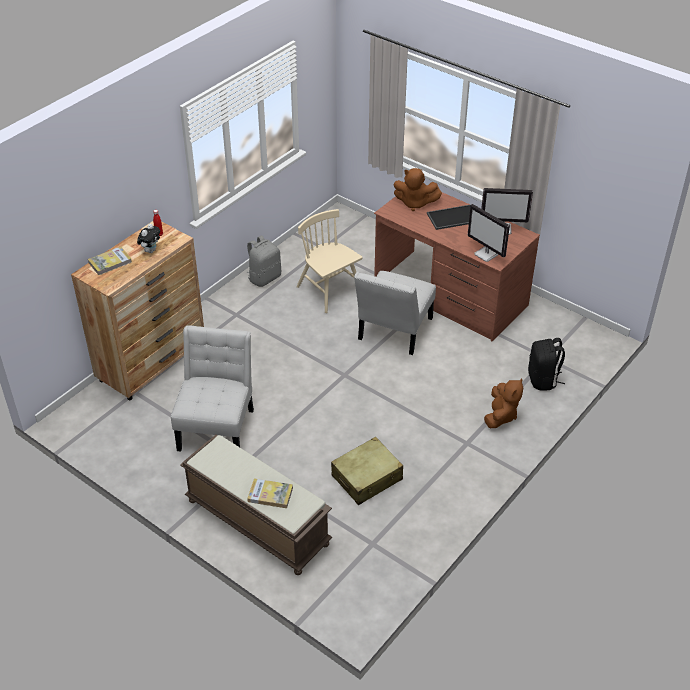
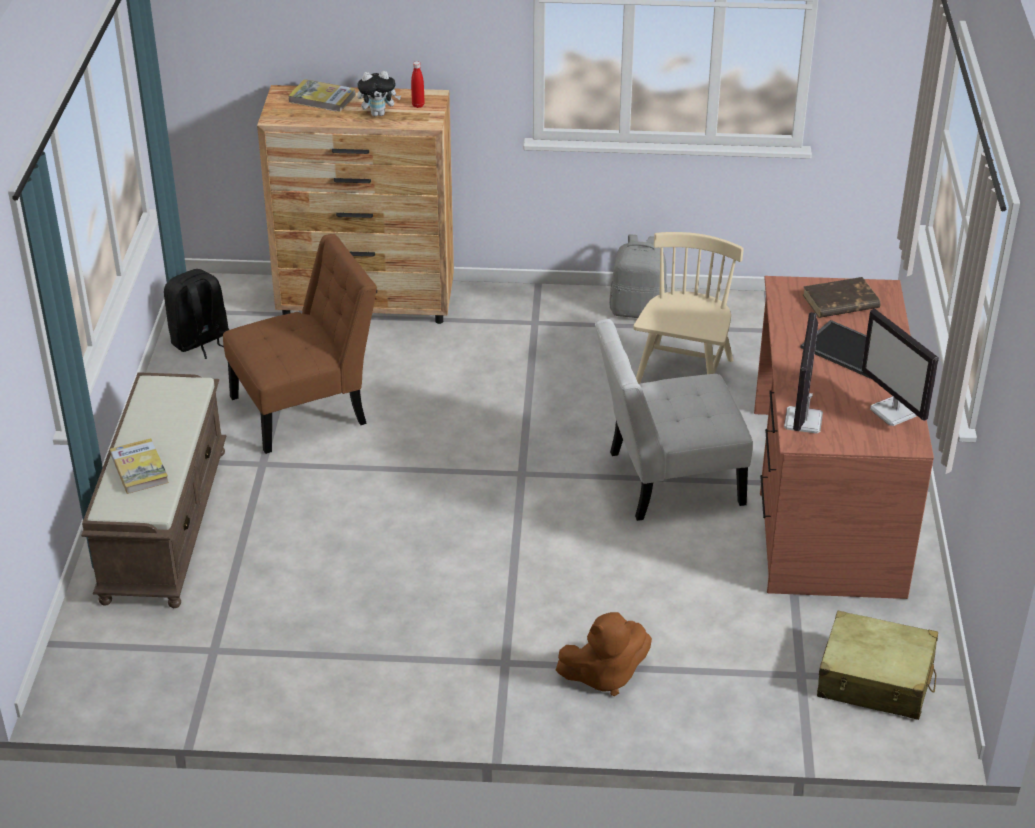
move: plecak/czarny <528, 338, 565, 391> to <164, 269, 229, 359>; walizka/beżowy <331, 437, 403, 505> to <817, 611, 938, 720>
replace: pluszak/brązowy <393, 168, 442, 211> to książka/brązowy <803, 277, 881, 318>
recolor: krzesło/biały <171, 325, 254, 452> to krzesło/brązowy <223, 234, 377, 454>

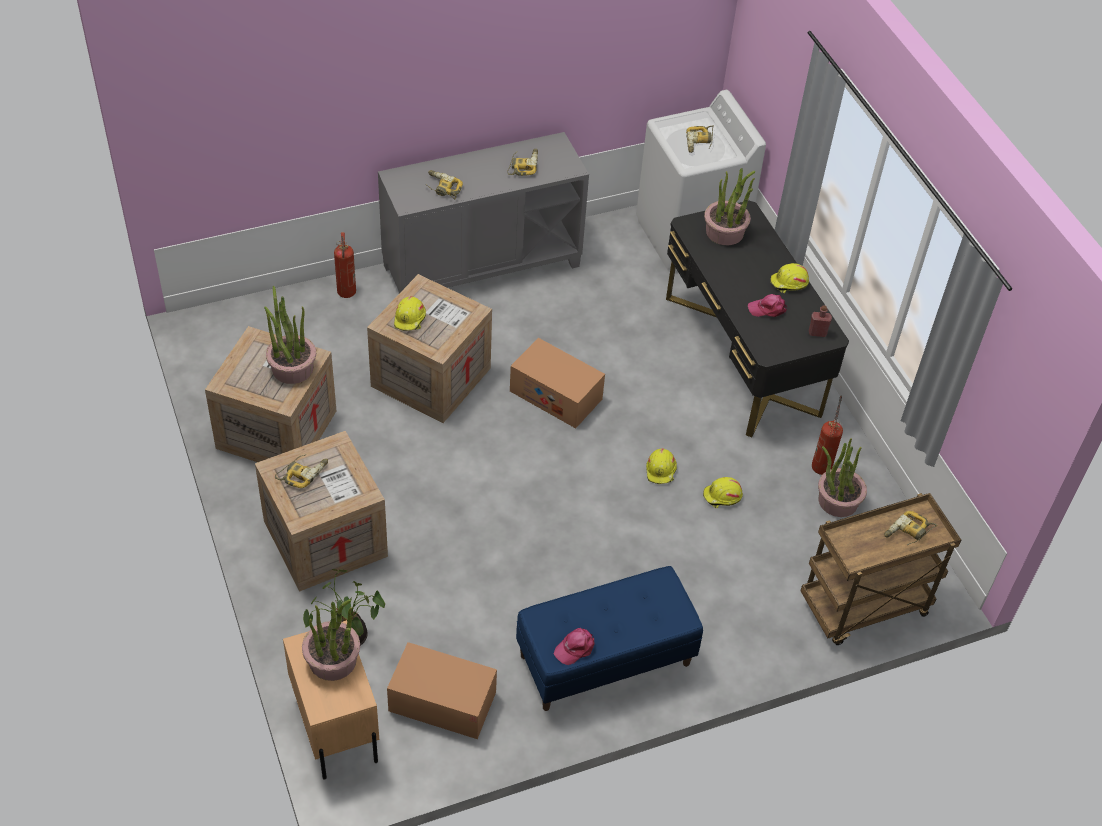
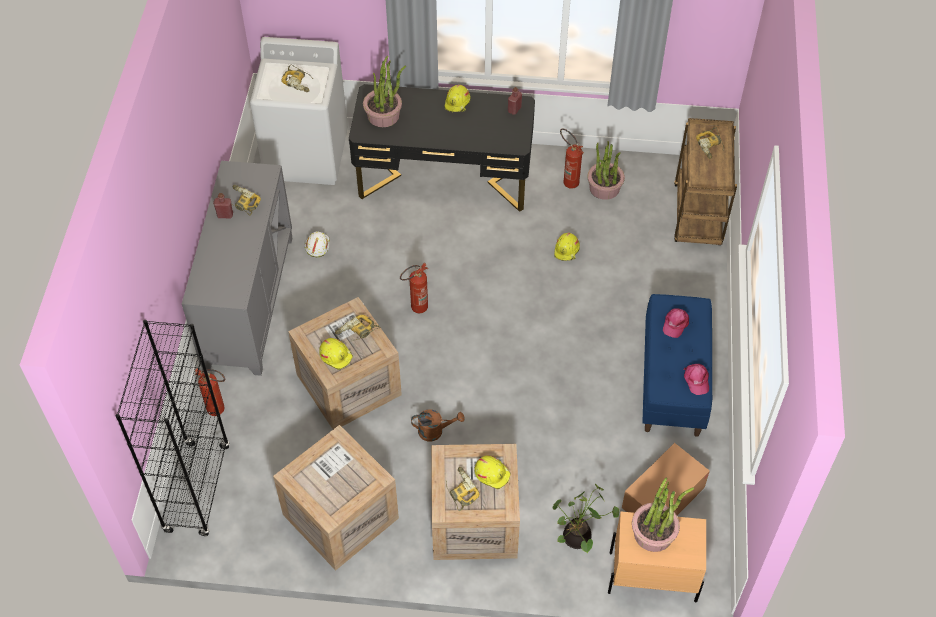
delete: roślina doniczkowa <264, 286, 316, 384>
insert: regał/czarny <116, 320, 230, 536>; butelka/czerwony <213, 193, 233, 218>; kask/biały <305, 232, 329, 257>; konewka/brązowy <411, 410, 465, 441>
move: wiertarka <425, 170, 463, 199> to <335, 314, 381, 342>; kask/żółty <646, 448, 677, 484> to <474, 456, 511, 489>; czapka z daszkiem/różowy <748, 294, 787, 317> to <663, 308, 689, 338>
replace: karton <510, 338, 605, 428> to gaśnica <400, 263, 428, 313>

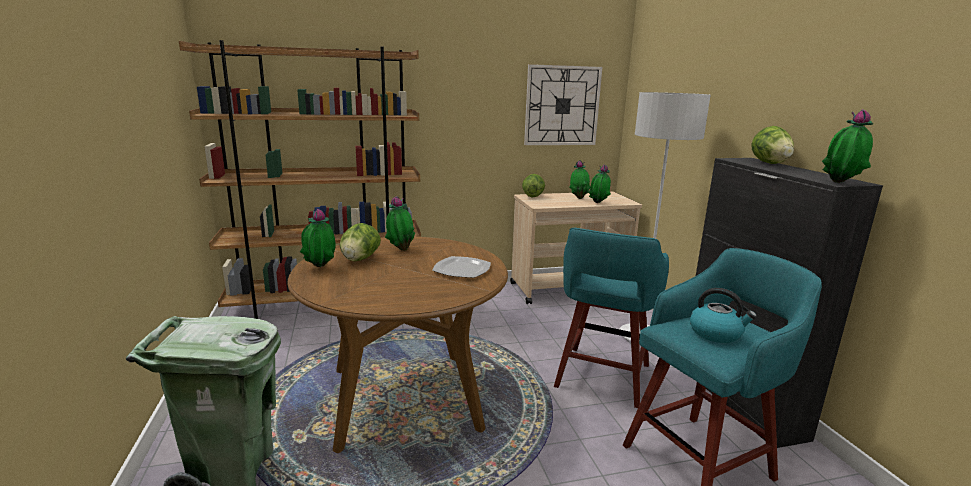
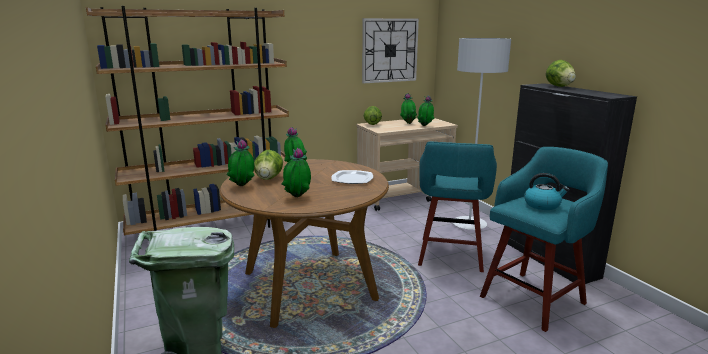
move: roślina doniczkowa <822, 109, 873, 183> to <282, 148, 311, 197>

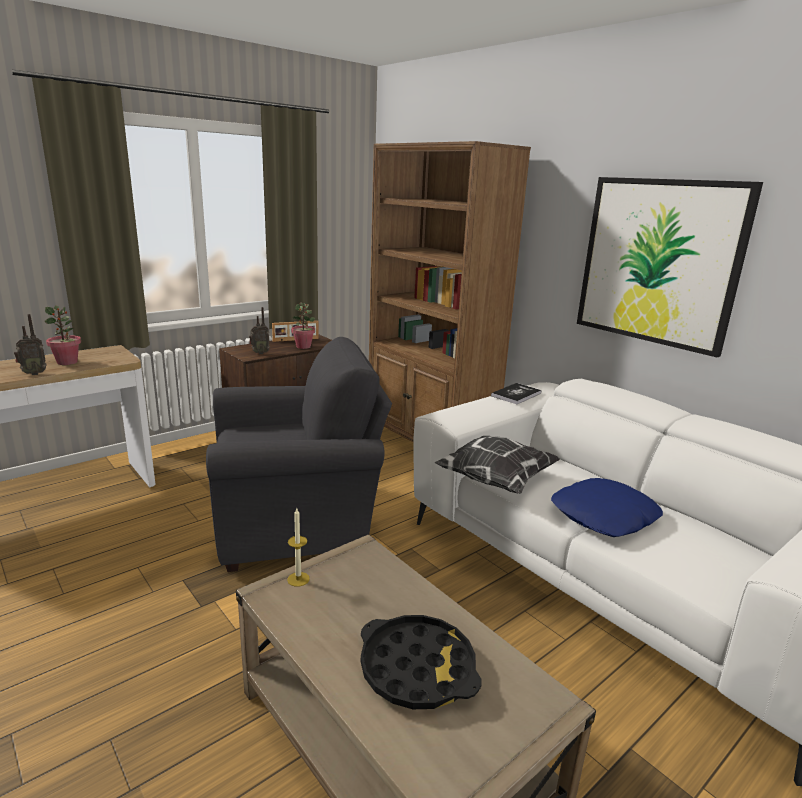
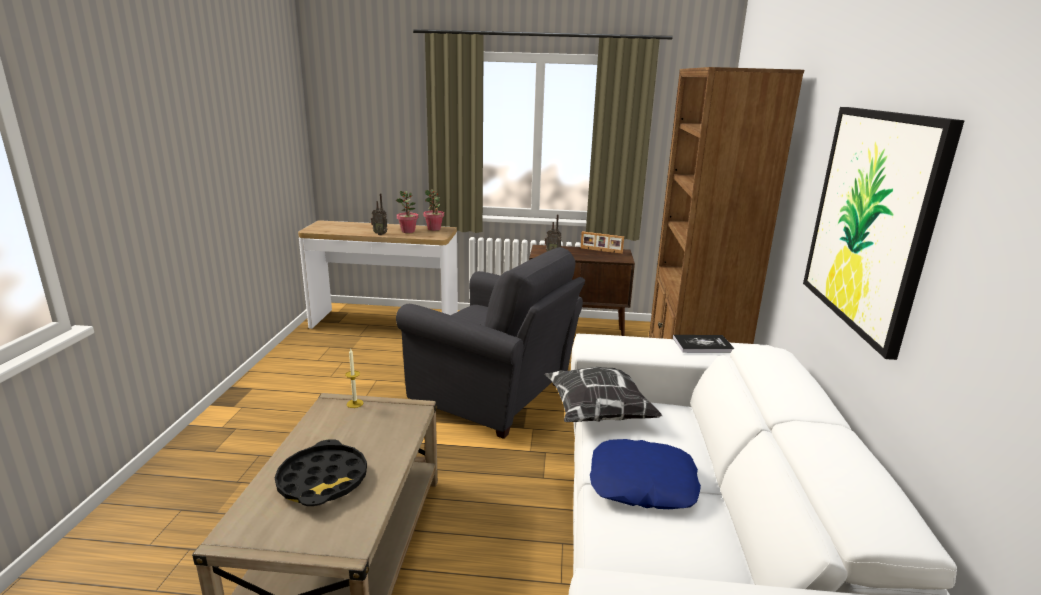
move: roślina doniczkowa <291, 303, 315, 349> to <423, 189, 444, 231>

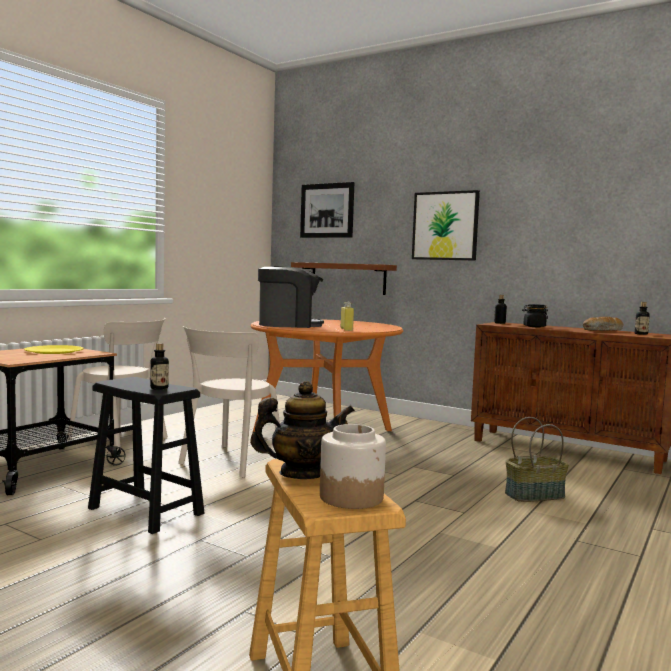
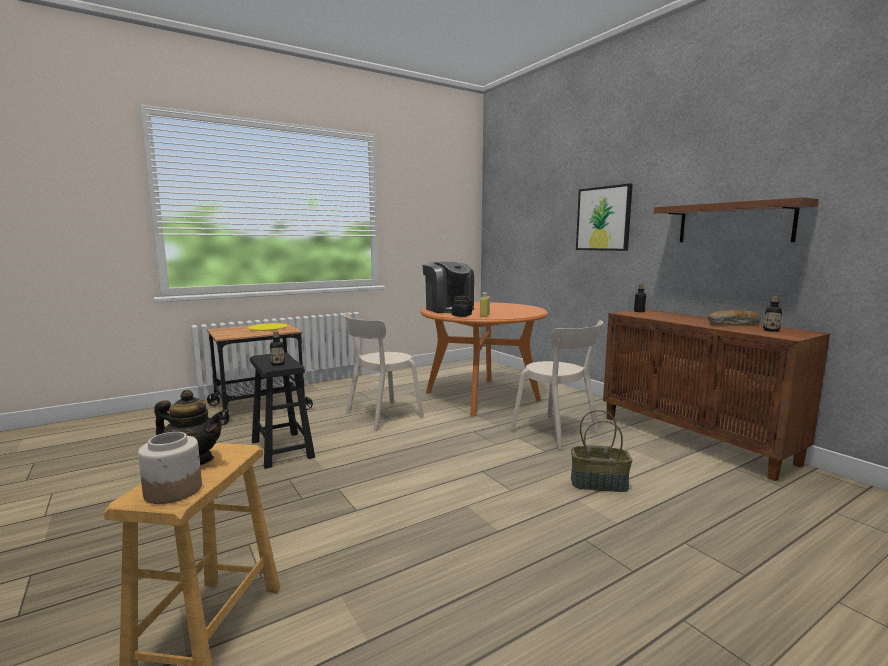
delete: obraz <300, 182, 355, 238>
move: słoik/czarny <522, 304, 548, 327> to <451, 296, 472, 317>; krzesło/beżowy <67, 318, 168, 451> to <511, 320, 603, 449>; półka <291, 262, 397, 295> to <654, 197, 819, 242>
rotate: ekspres do kawy <258, 266, 324, 328> = <423, 262, 474, 313> 45 degrees clockwise

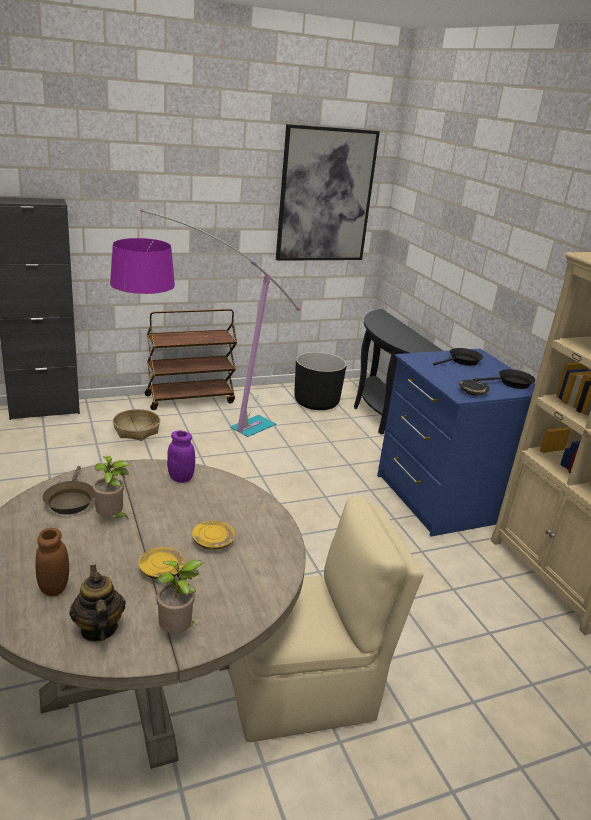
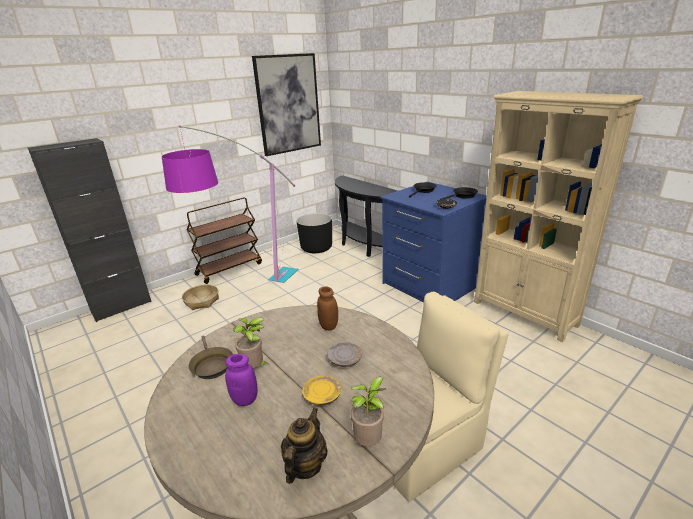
move: słoik/fioletowy <167, 430, 195, 483> to <225, 354, 258, 406>; słoik/brązowy <35, 528, 69, 596> to <317, 286, 338, 330>
recolor: talerz/żółty <192, 521, 235, 550> to talerz/szary <327, 342, 362, 367>
rotate: imbryk <69, 565, 126, 642> = <281, 407, 328, 484> 60 degrees clockwise

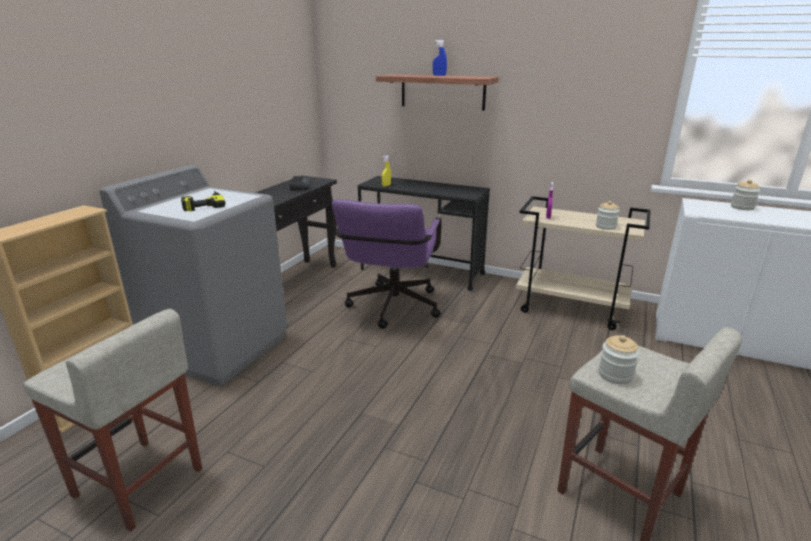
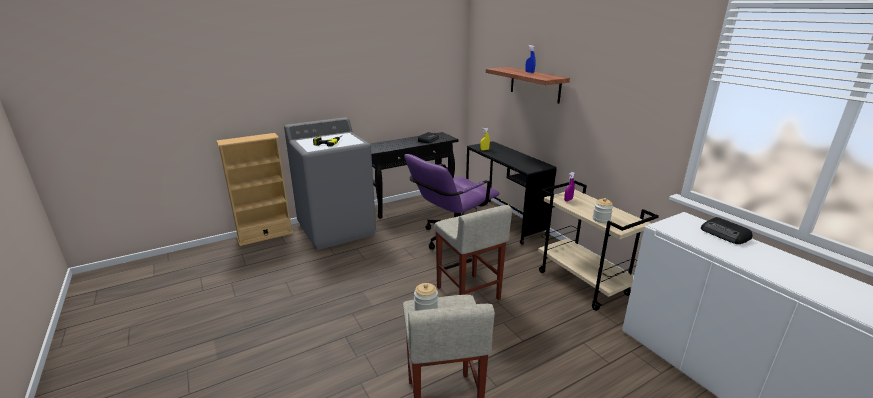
move: stołek/beżowy <23, 309, 202, 532> to <434, 205, 512, 300>
replace: słoik <731, 179, 760, 210> to radio <701, 217, 753, 244>

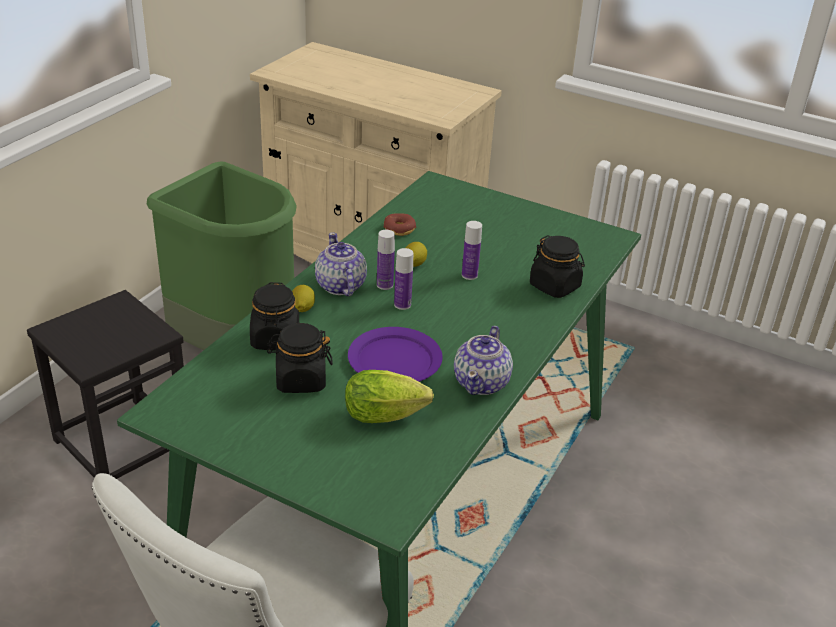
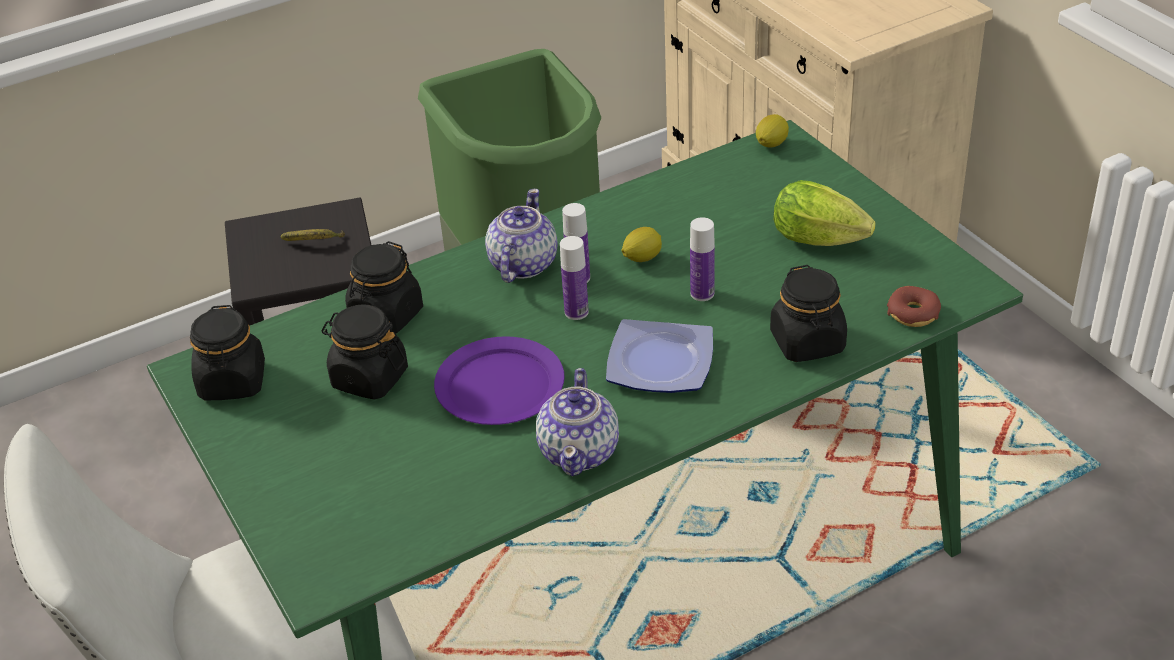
insert: słoik/czarny <190, 305, 265, 400>; banan <281, 229, 345, 241>; talerz <606, 319, 713, 393>
move: cytryna <292, 285, 315, 312> to <756, 114, 789, 148>; sałata <345, 370, 434, 423> to <773, 180, 875, 246>; donut <384, 213, 416, 236> to <887, 286, 941, 327>
rotate: imbryk <454, 326, 513, 395> = <536, 368, 619, 476> 45 degrees counterclockwise

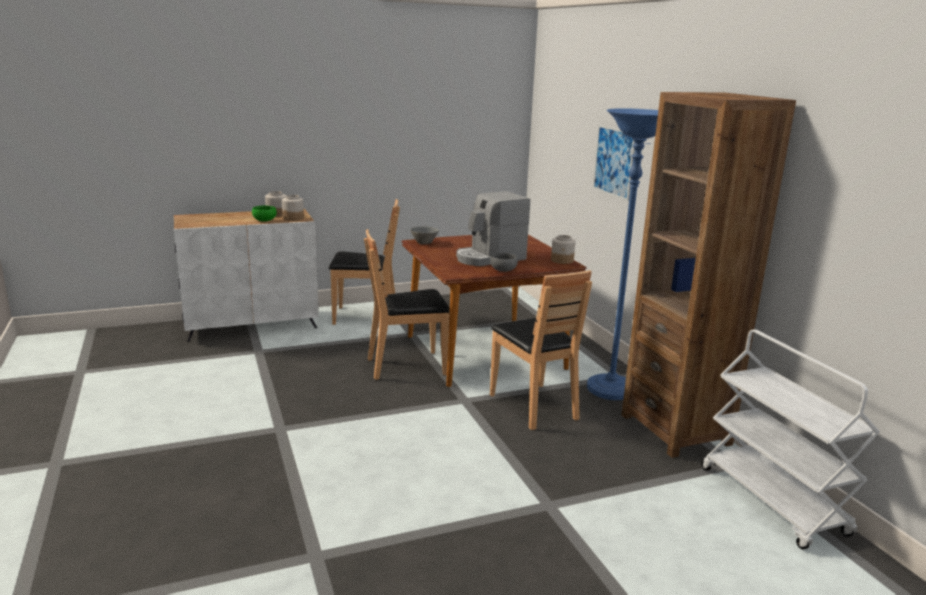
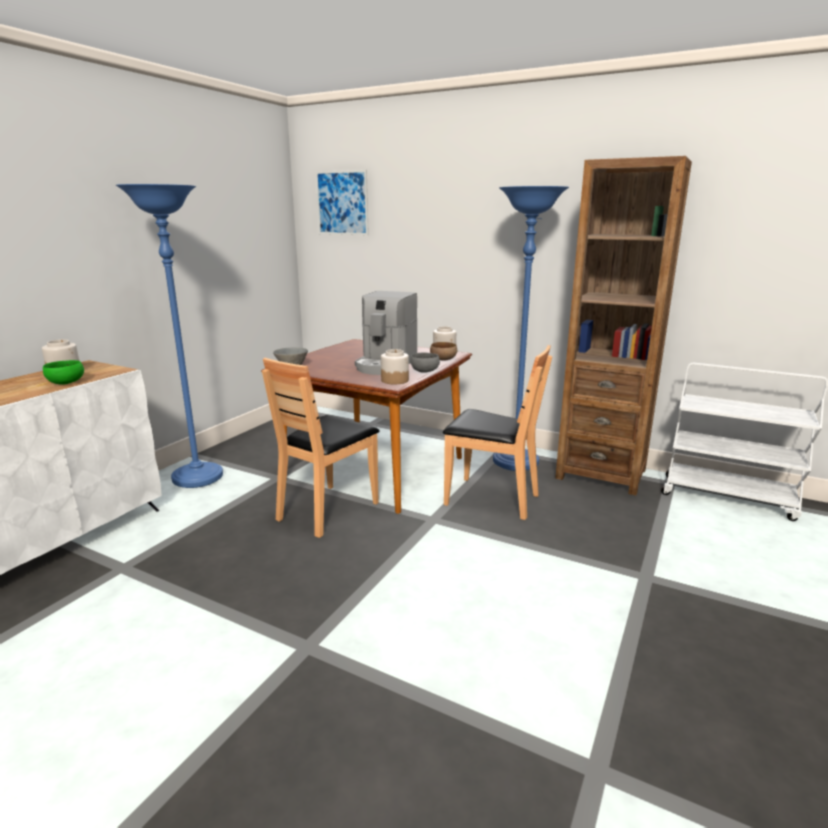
insert: miska/brązowy <430, 342, 457, 360>
move: obraz <593, 125, 635, 201> to <316, 170, 369, 235>; słoik <282, 195, 304, 221> to <381, 349, 409, 384>
replace: krzesło/brązowy <329, 199, 400, 325> to lampa stojąca/niebieski <116, 184, 223, 488>

